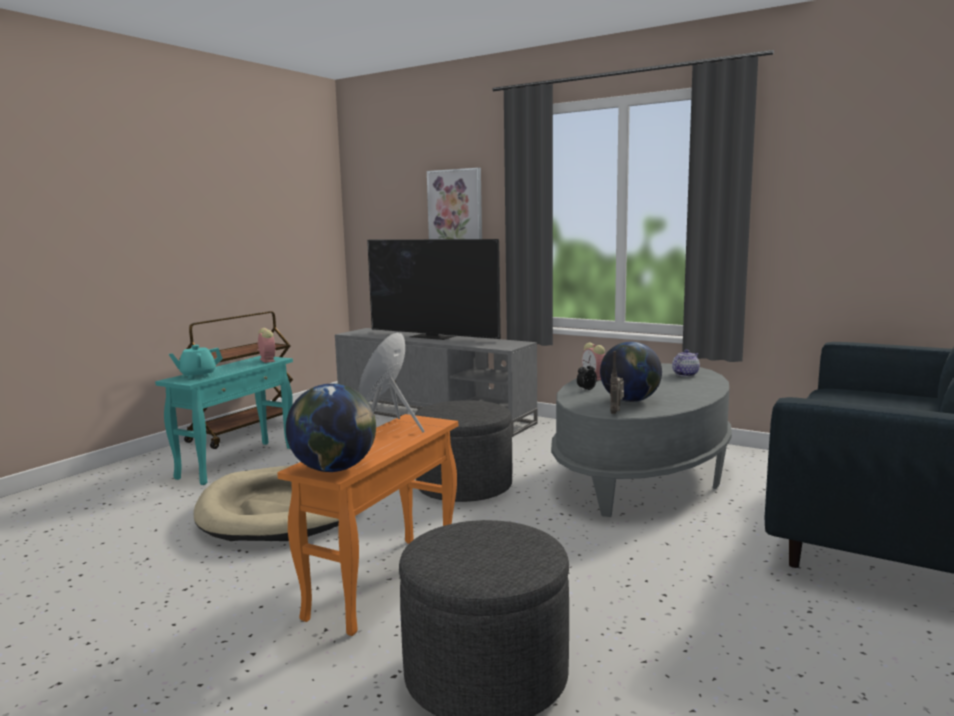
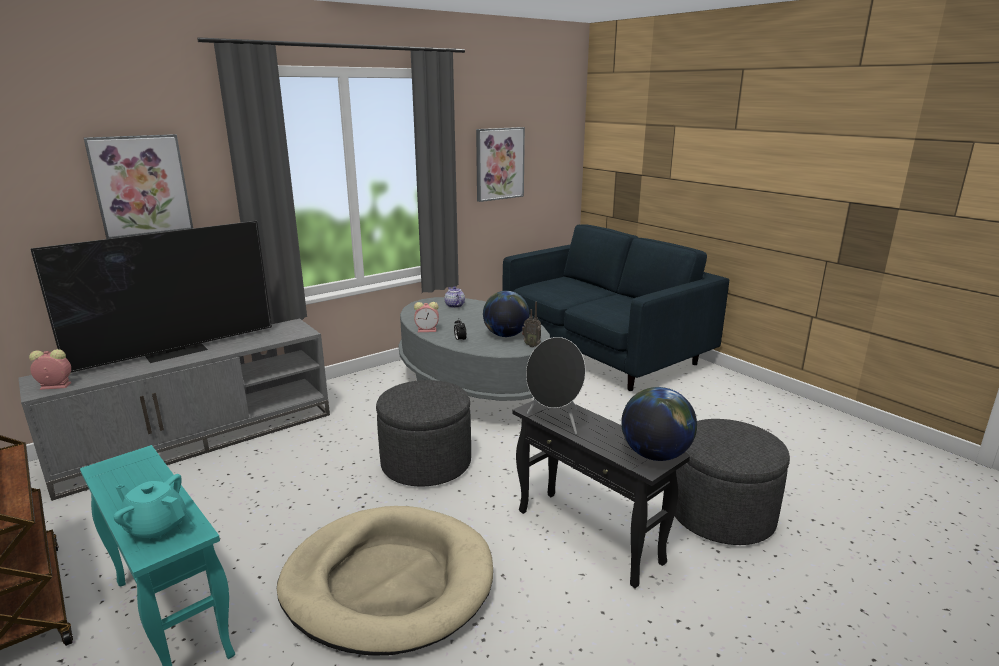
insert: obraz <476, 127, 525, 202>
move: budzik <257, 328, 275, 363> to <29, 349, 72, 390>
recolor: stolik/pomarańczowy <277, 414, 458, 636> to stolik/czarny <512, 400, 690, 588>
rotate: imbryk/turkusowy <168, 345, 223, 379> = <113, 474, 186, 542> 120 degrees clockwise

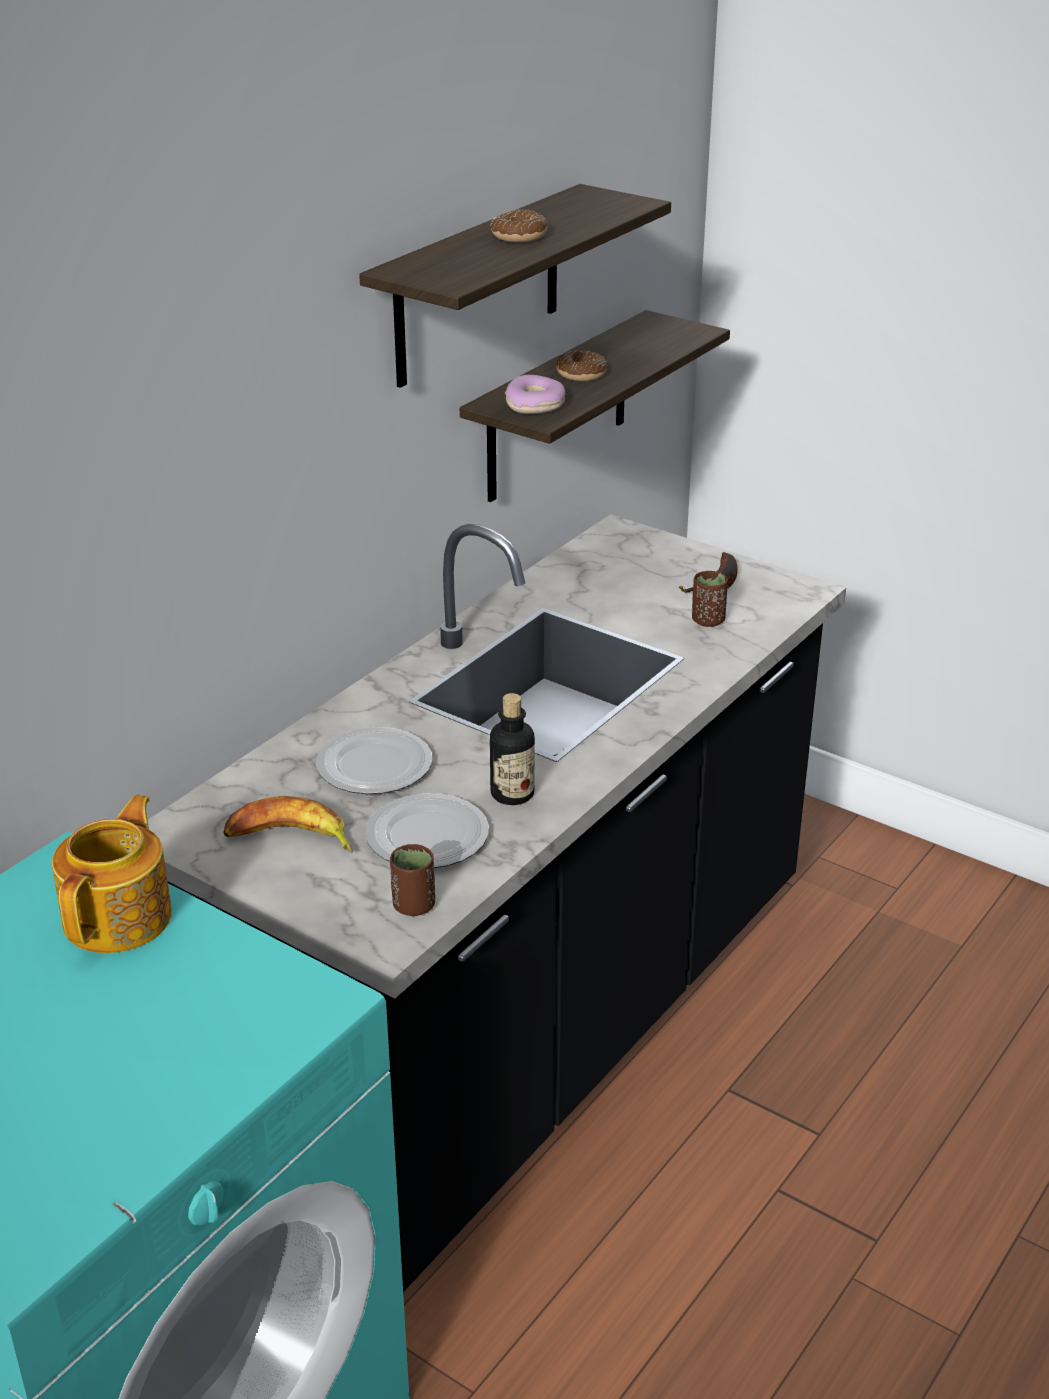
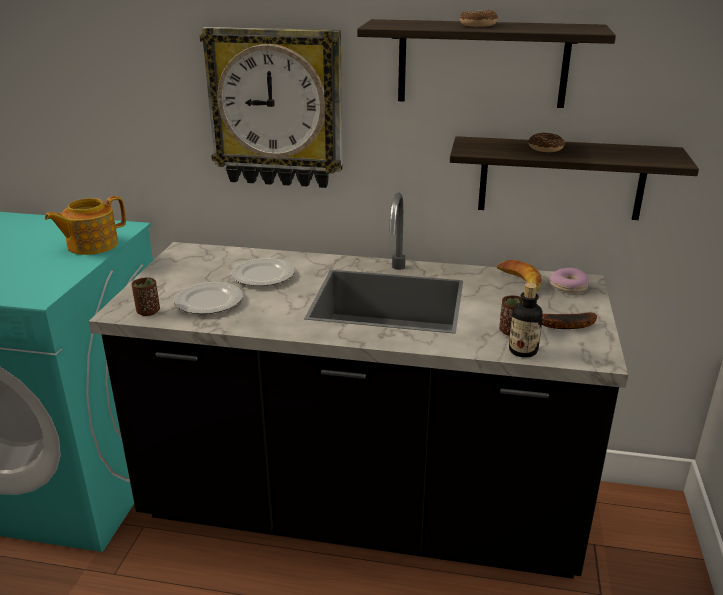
insert: zegar ścienny <200, 27, 343, 188>
move: banan <223, 796, 353, 853> to <497, 260, 542, 292>; butelka <490, 693, 535, 805> to <509, 283, 543, 358>; donut <505, 375, 565, 414> to <550, 268, 589, 293>
rotate: imbryk <52, 795, 172, 953> = <45, 196, 126, 255> 150 degrees clockwise

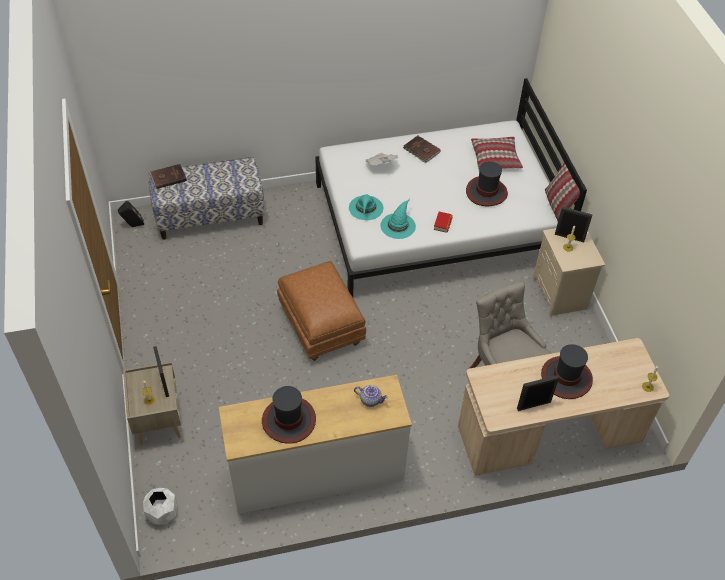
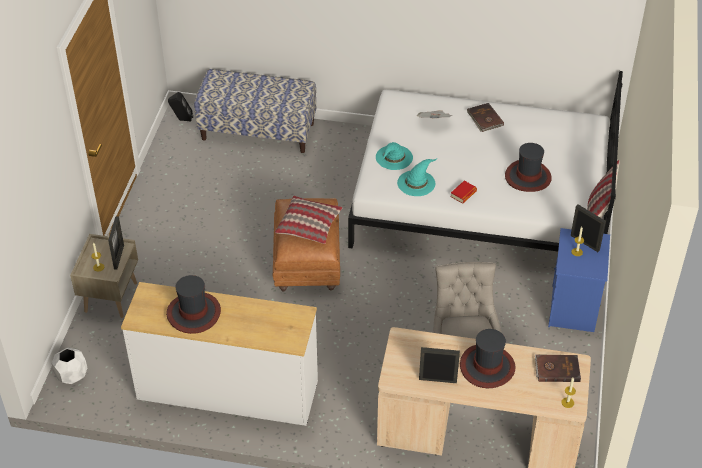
delete: imbryk <354, 385, 388, 407>
move: poduszka <471, 137, 523, 169> to <275, 195, 343, 244>; książka/brązowy <149, 164, 187, 189> to <535, 354, 581, 382>
recolor: szafka nocna/beżowy <533, 228, 605, 317> to szafka nocna/niebieski <548, 228, 610, 332>

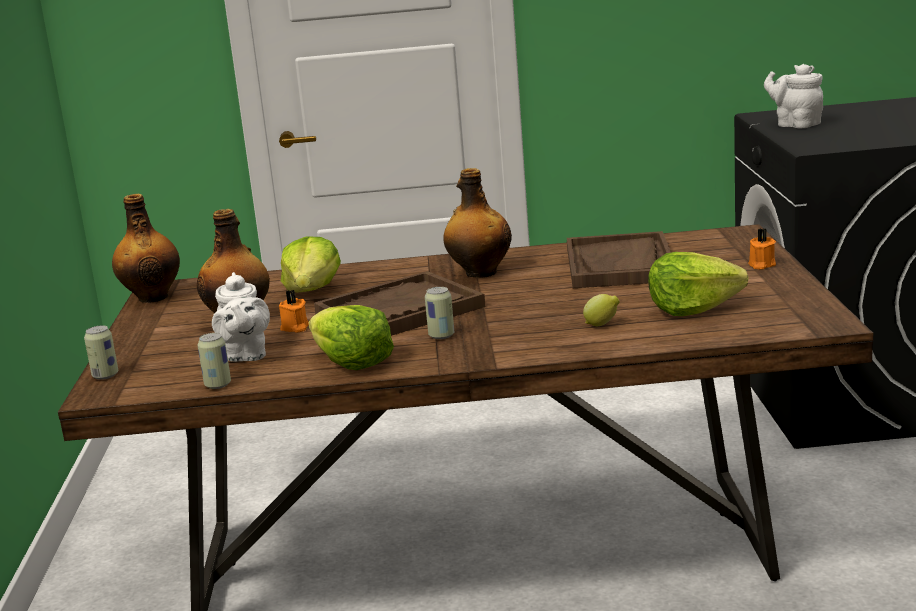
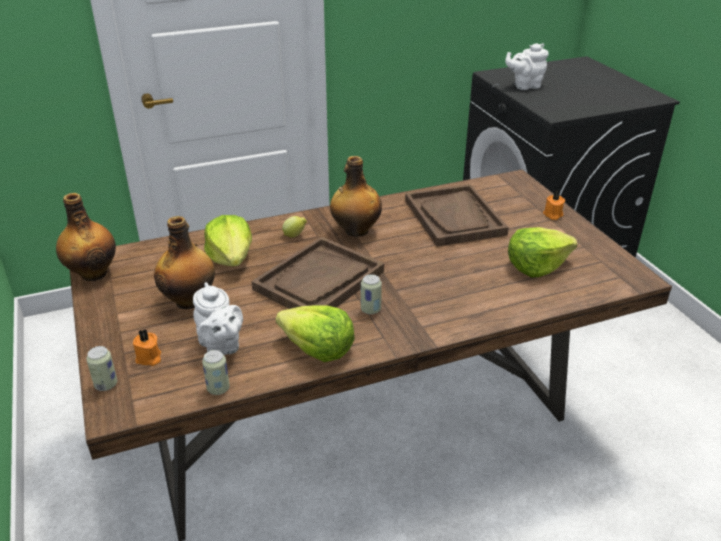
move: świeca/pomarańczowy <279, 290, 309, 333> to <133, 329, 161, 366>; cytryna <583, 294, 620, 326> to <282, 216, 307, 238>
rotate: imbryk/biały <764, 64, 823, 129> = <505, 43, 549, 90> 45 degrees counterclockwise

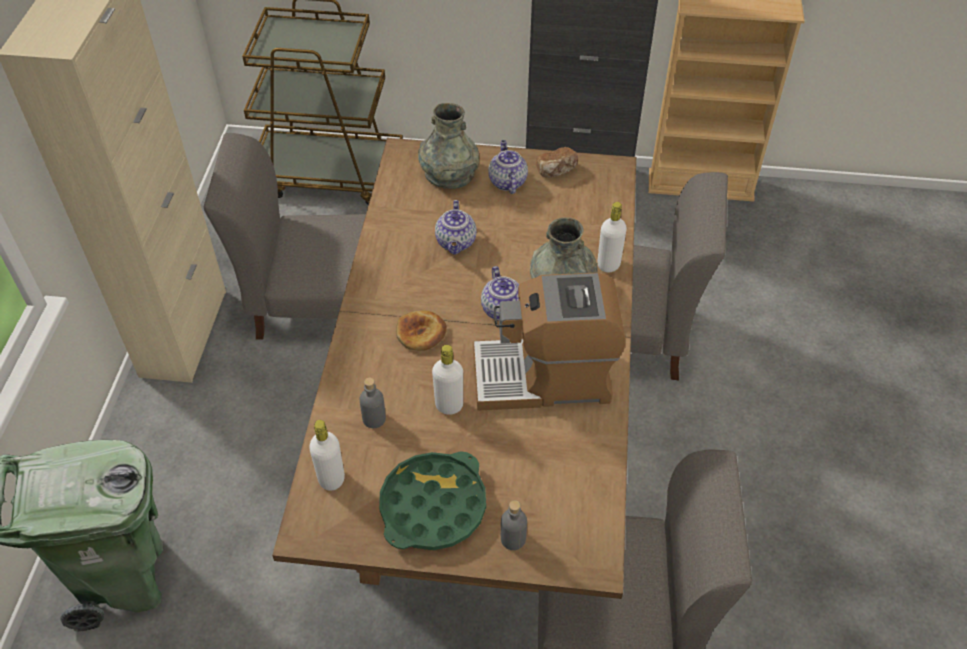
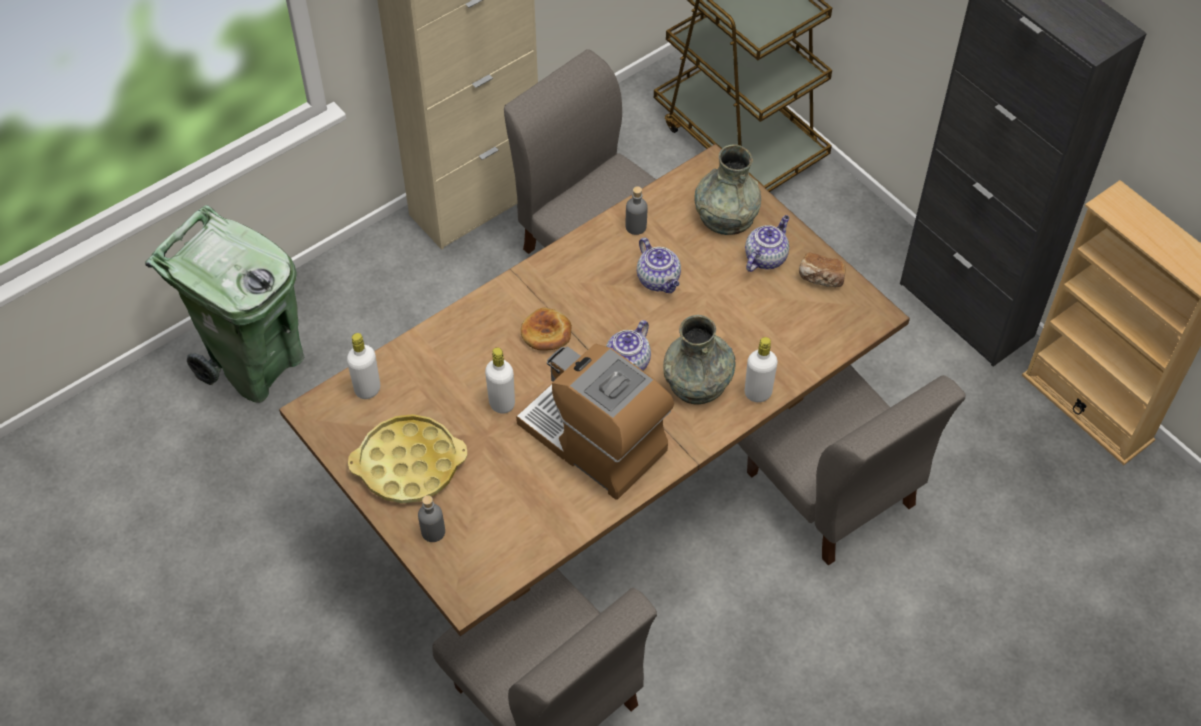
move: butelka/szary <359, 378, 386, 428> to <626, 186, 648, 235>
recolor: taca/zielony <379, 451, 486, 550> to taca/żółty <348, 414, 467, 504>
rotate: imbryk <435, 200, 477, 254> = <637, 238, 681, 293> 75 degrees counterclockwise

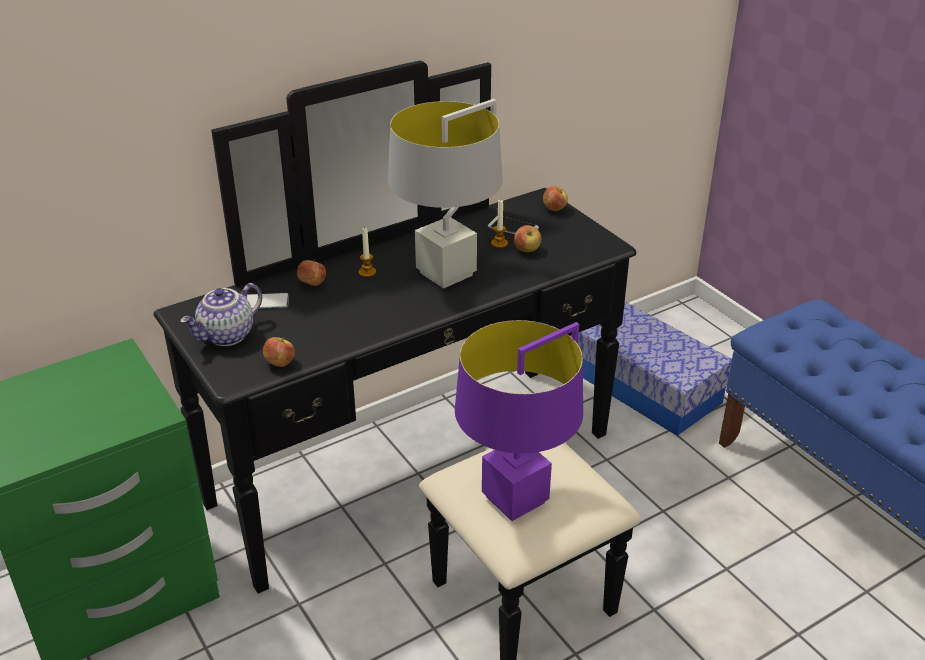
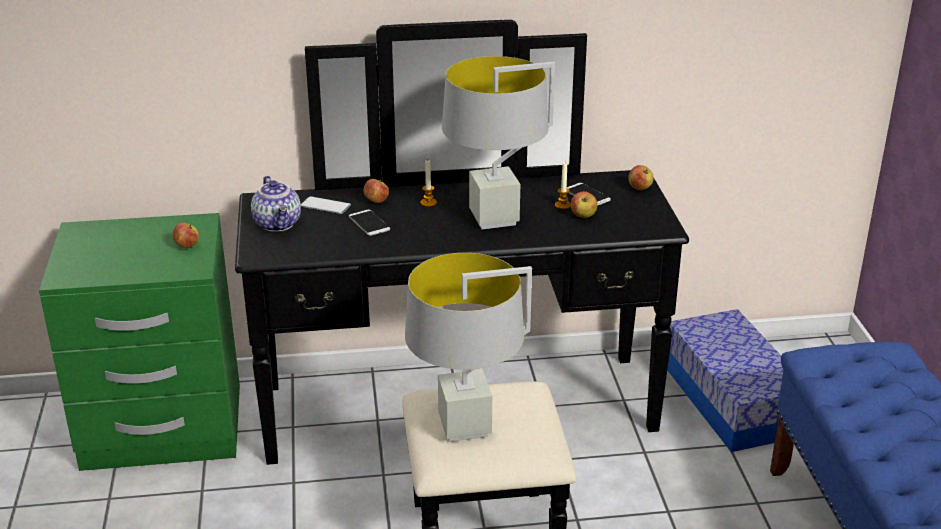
insert: telefon <349, 210, 390, 236>
move: jabłko <263, 337, 295, 367> to <172, 223, 199, 248>
recolor: lampa stołowa/fioletowy <455, 320, 583, 521> to lampa stołowa/szary <405, 253, 532, 442>
rotate: imbryk <180, 283, 262, 346> = <251, 176, 301, 232> 90 degrees counterclockwise

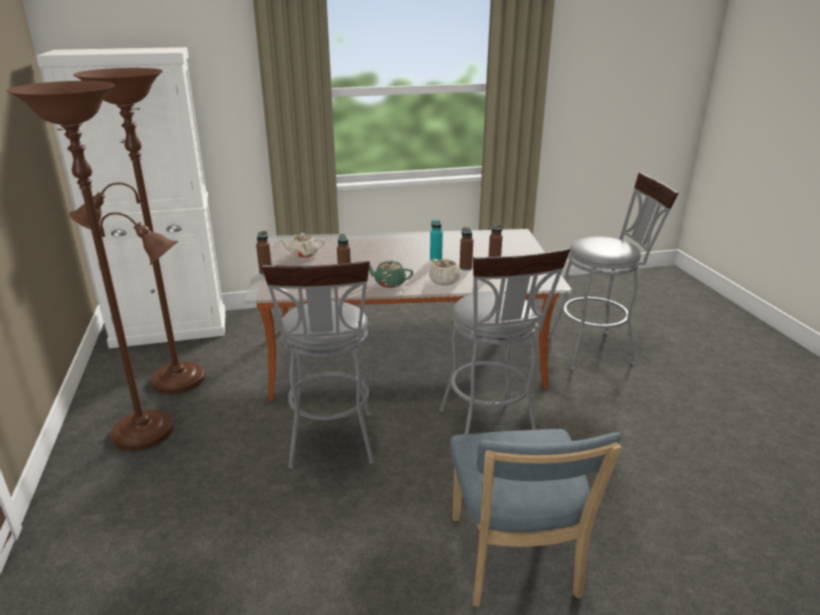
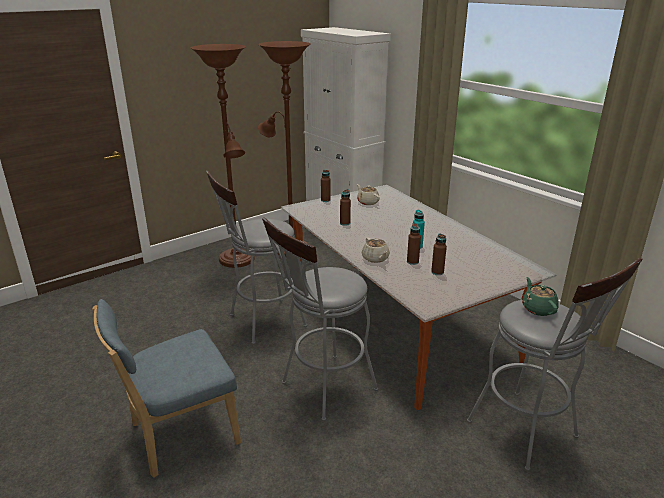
move: imbryk/zielony <369, 260, 413, 288> to <522, 277, 559, 316>
rotate: imbryk/beżowy <429, 258, 460, 285> = <362, 238, 390, 263> 60 degrees counterclockwise

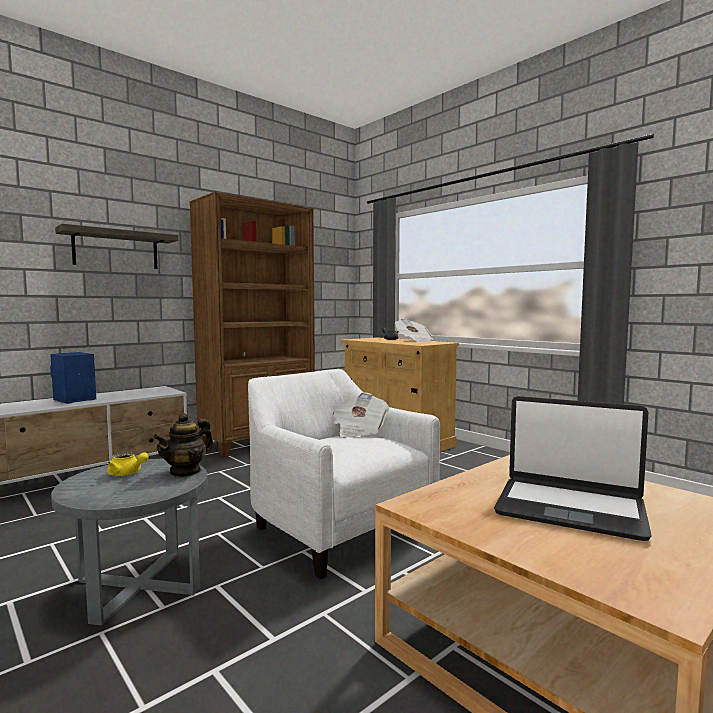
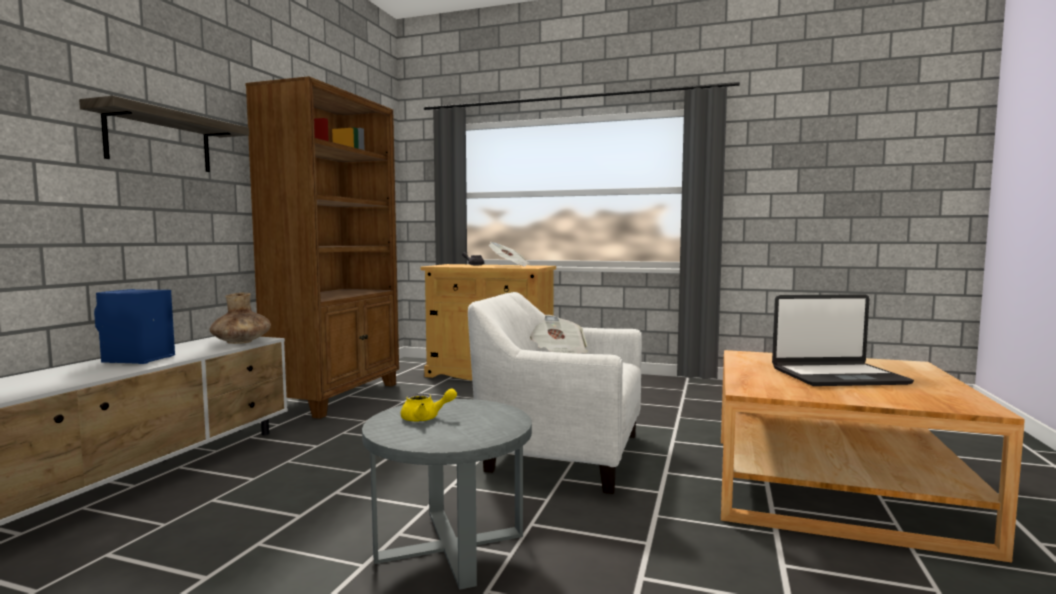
delete: imbryk <153, 413, 213, 477>
insert: wazon/brązowy <209, 293, 271, 344>

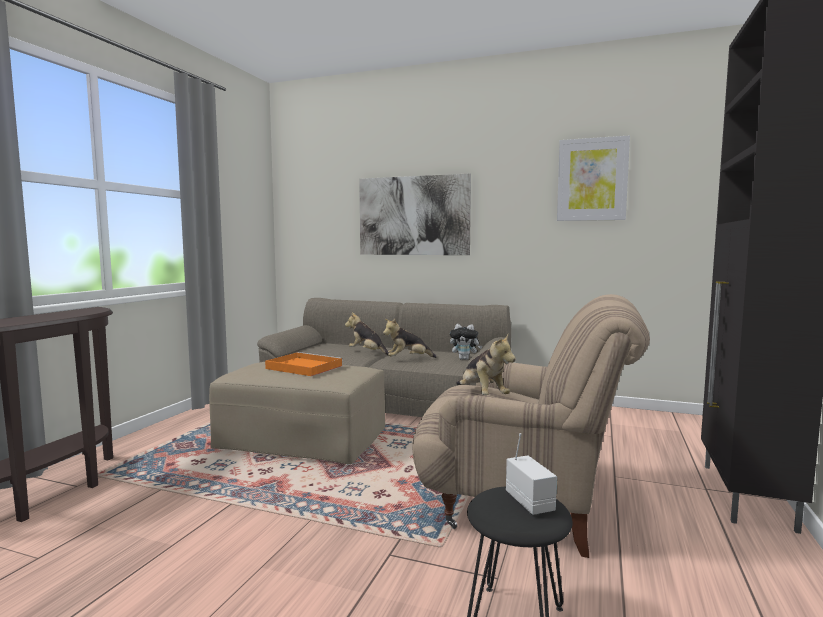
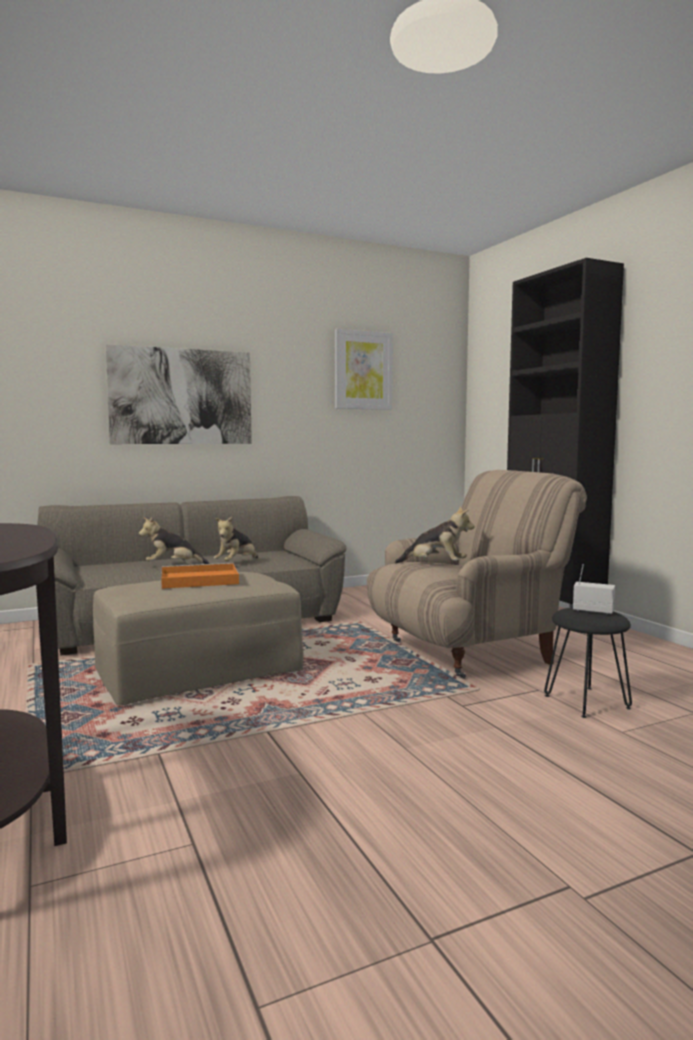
delete: pluszak <450, 324, 482, 360>

